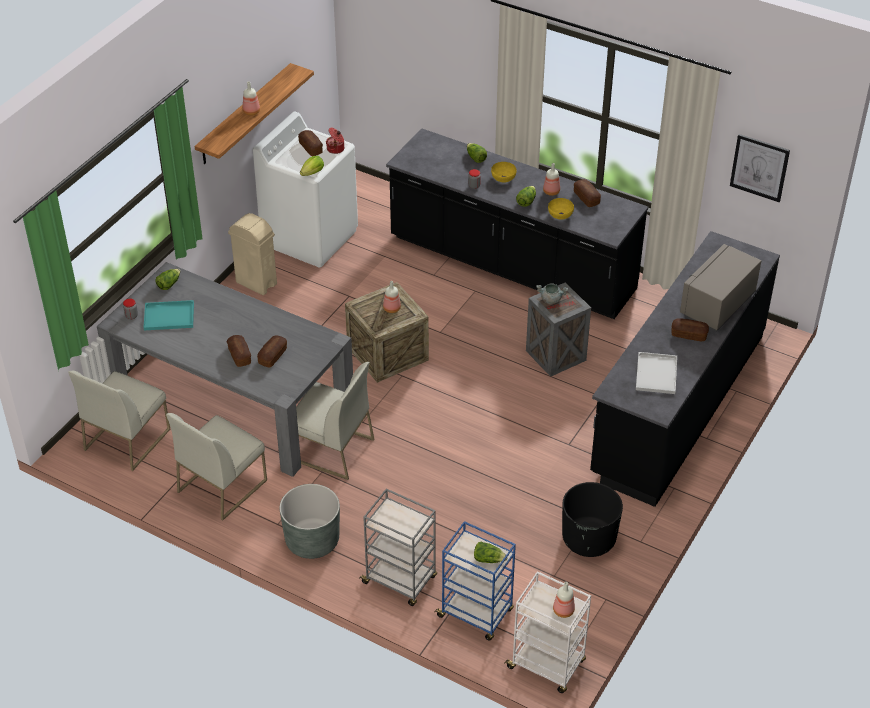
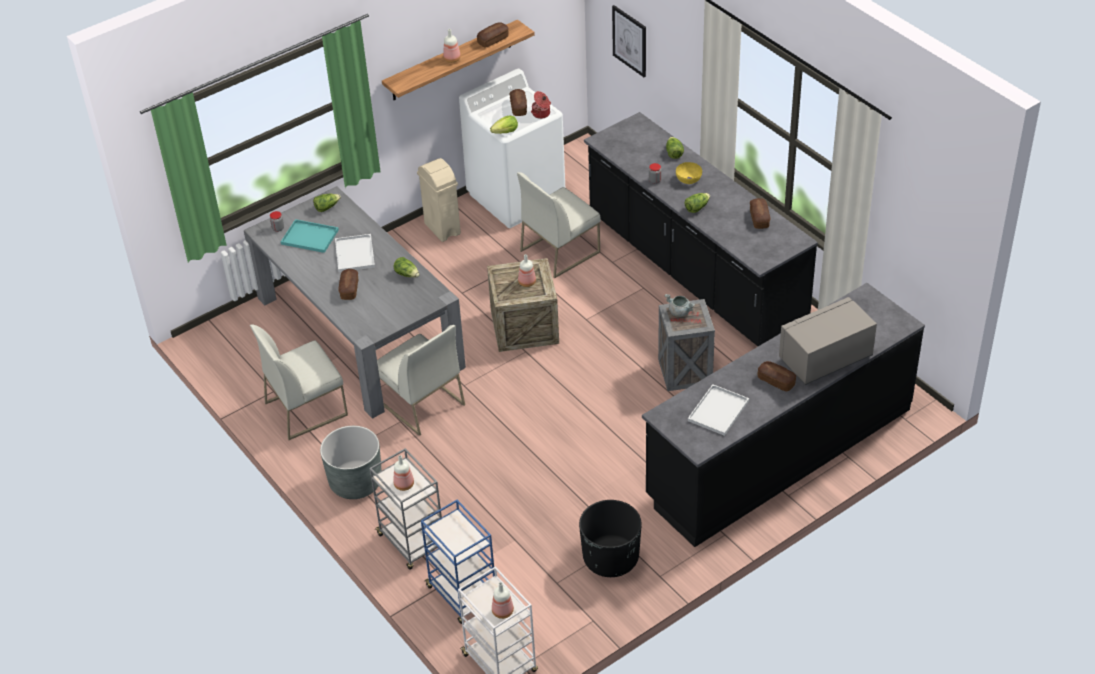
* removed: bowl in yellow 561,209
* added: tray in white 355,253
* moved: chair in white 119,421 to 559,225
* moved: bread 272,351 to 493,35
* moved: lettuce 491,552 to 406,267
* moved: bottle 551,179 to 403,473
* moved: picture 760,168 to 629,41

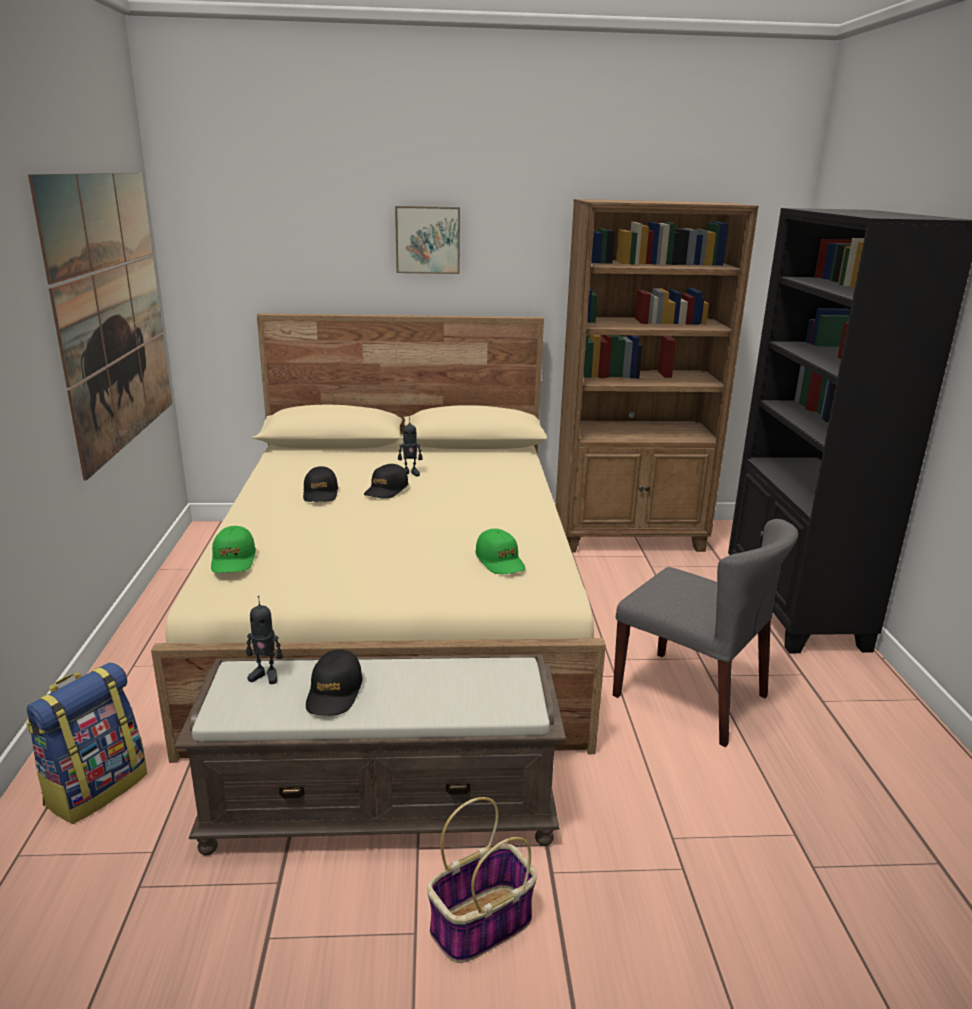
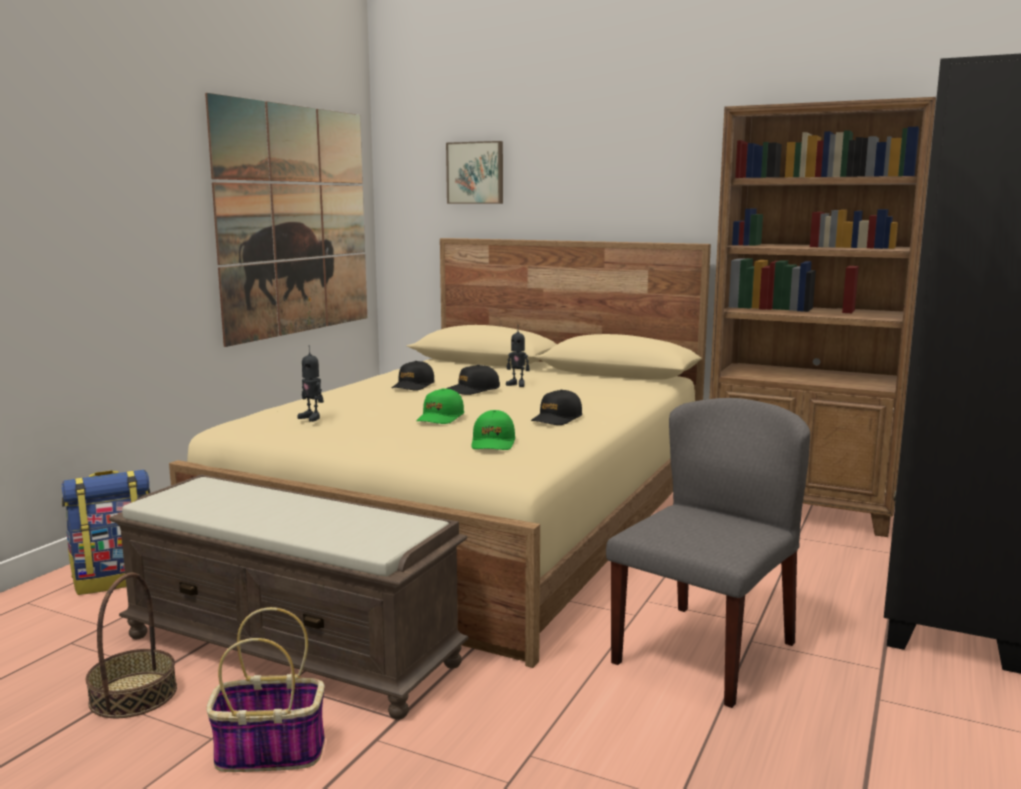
* added: basket 131,646
* moved: cap in green 233,549 to 440,406
* moved: toy robot 264,640 to 310,383
* moved: cap in black 334,682 to 556,407
* moved: picture 427,240 to 474,172
* turned: chair in grey 705,633 = 708,553 120 degrees counterclockwise

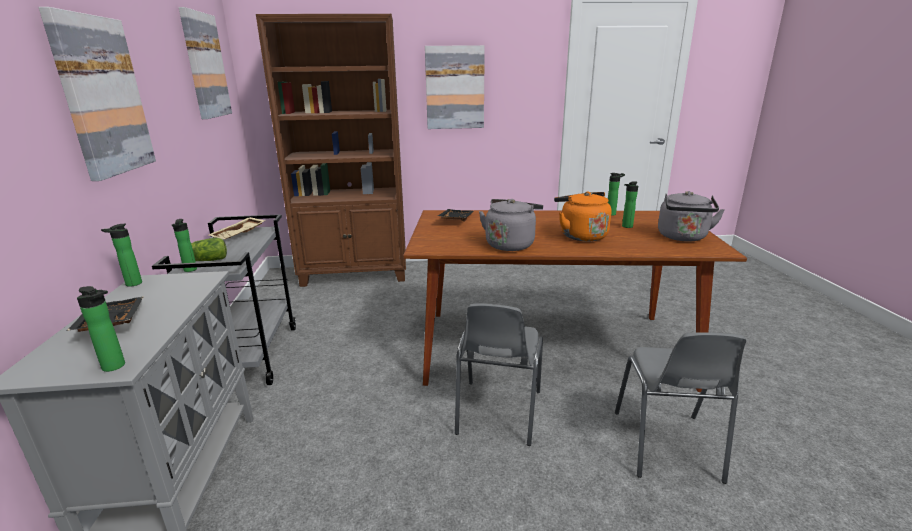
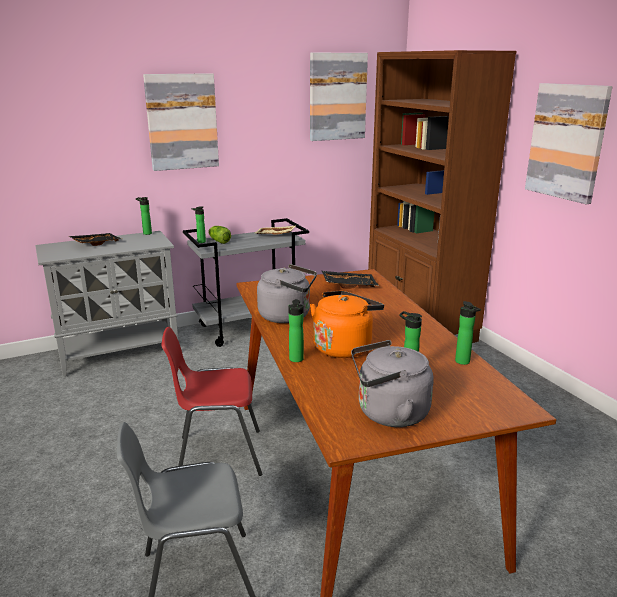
* moved: bottle 101,329 to 296,330
* recoloured: chair in grey 499,375 to chair in red 212,401

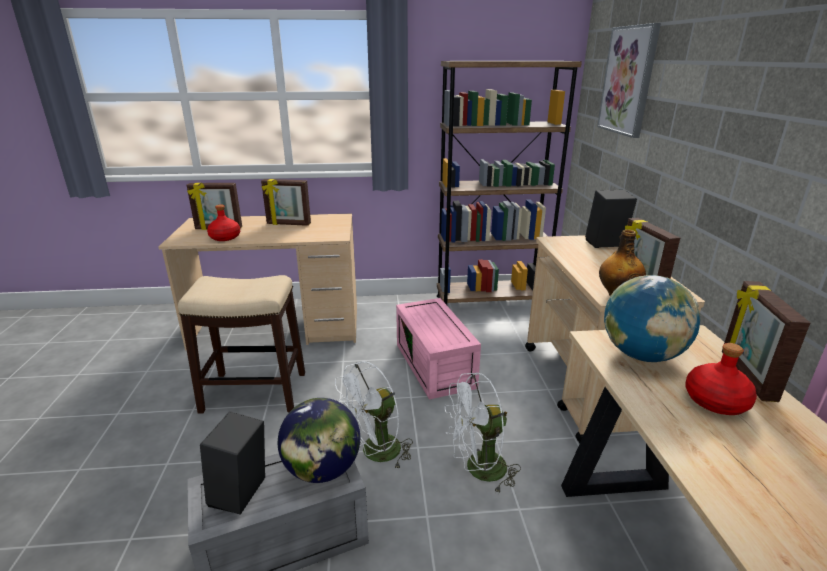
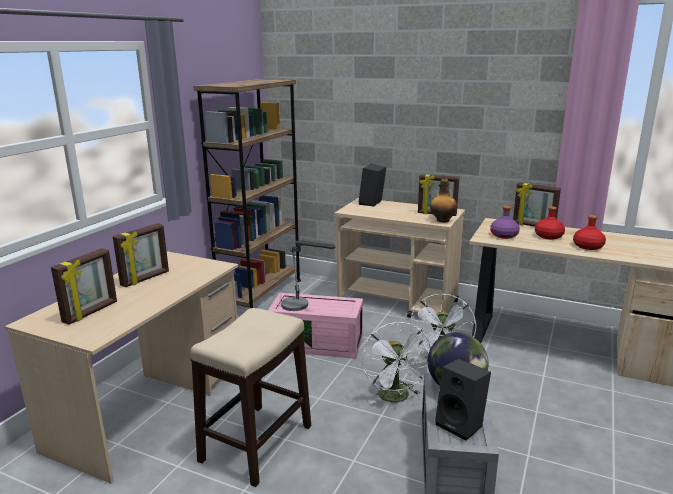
* removed: picture 629,80
* added: table lamp 308,275
* moved: bottle in red 223,223 to 589,232
* replaced: globe 652,318 to bottle in purple 505,222

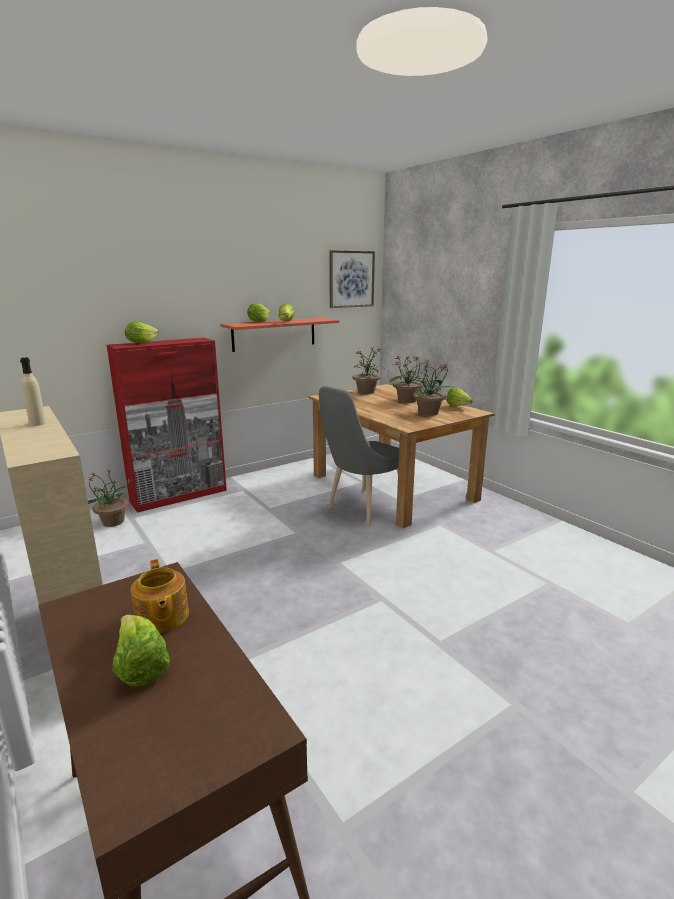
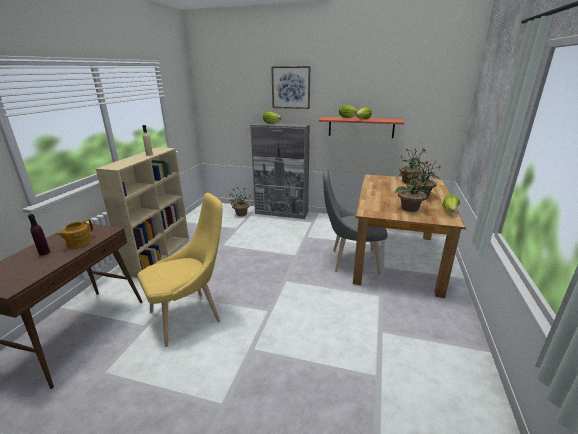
* added: chair in yellow 180,270
* moved: picture 352,279 to 290,87
* replaced: lettuce 141,651 to bottle in purple 39,234
* recoloured: cabinet in red 167,425 to cabinet in grey 280,170

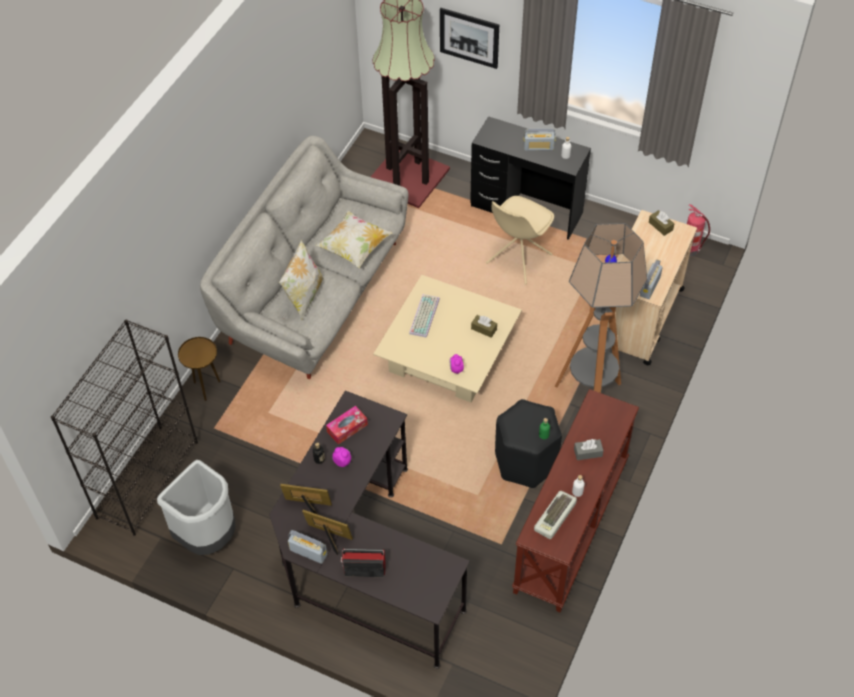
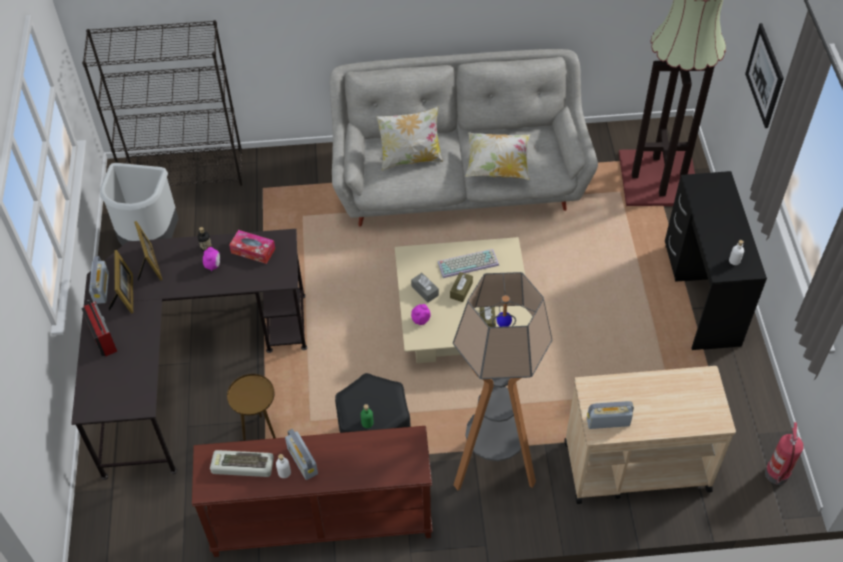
* removed: chair in beige 520,240
* moved: side table in brown 199,369 to 251,407
* moved: radio 540,140 to 301,454
* moved: tissue box in grey 589,449 to 425,287
* moved: tissue box in brown 661,223 to 461,287

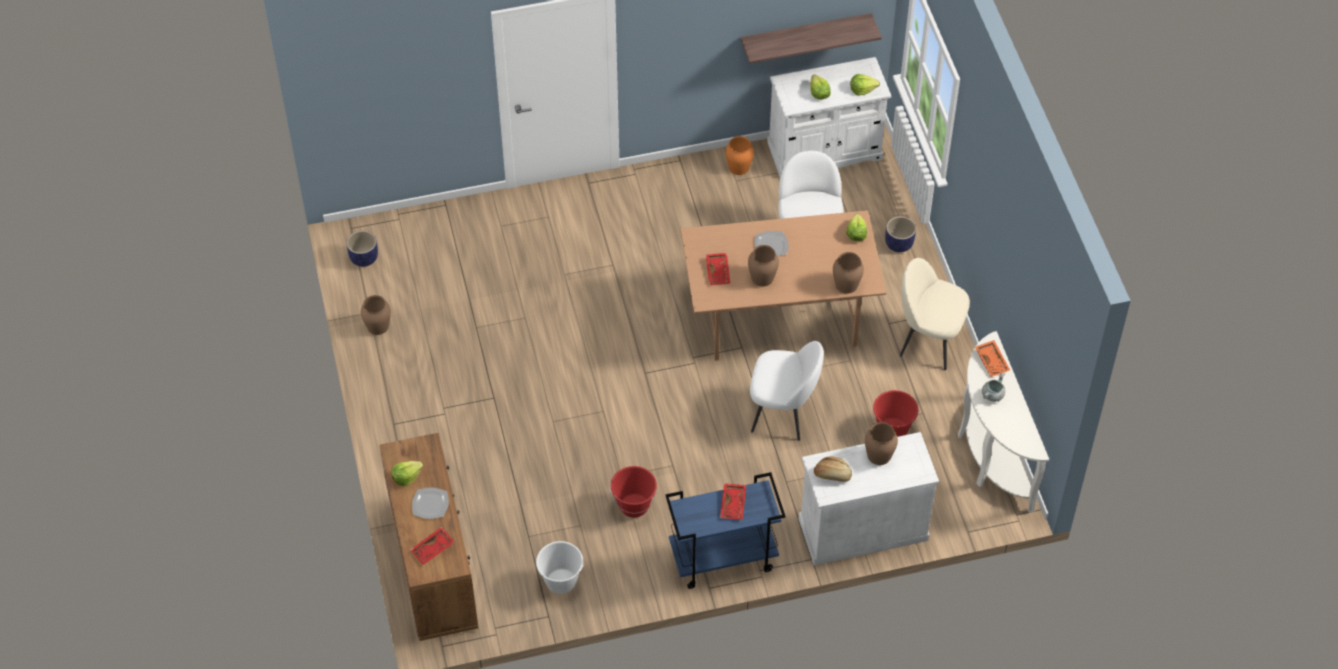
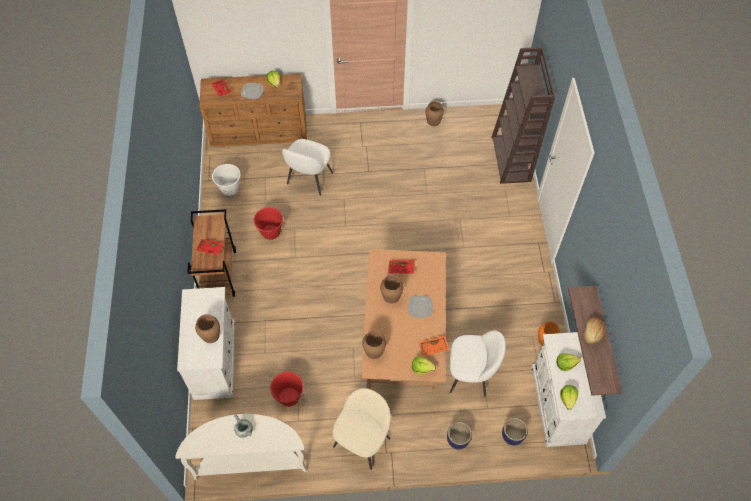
* added: bookcase in brown 523,115
* moved: planter 362,248 to 515,431
* moved: chair in white 787,391 to 307,167
* moved: bread 833,469 to 594,330
* moved: tray in orange 992,358 to 434,345
* recoloured: cart in blue 725,530 to cart in brown 212,253

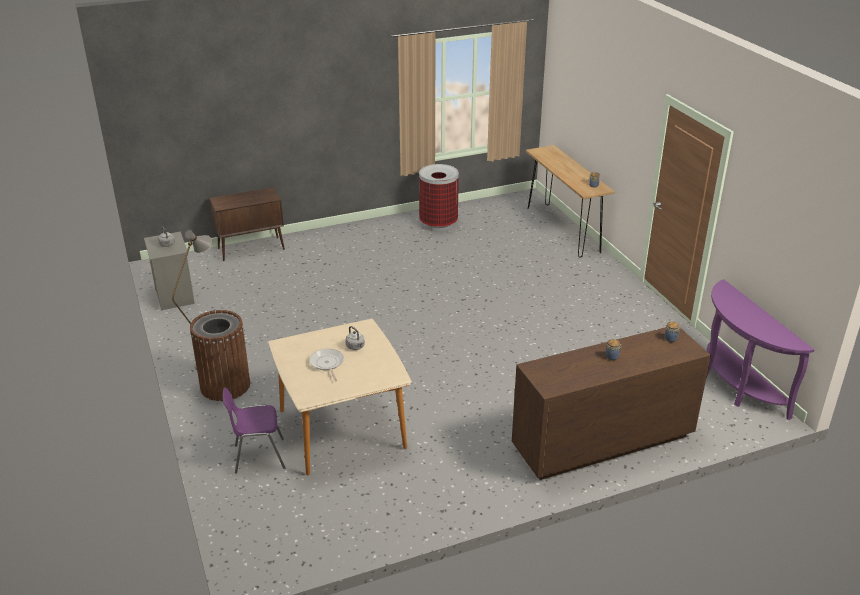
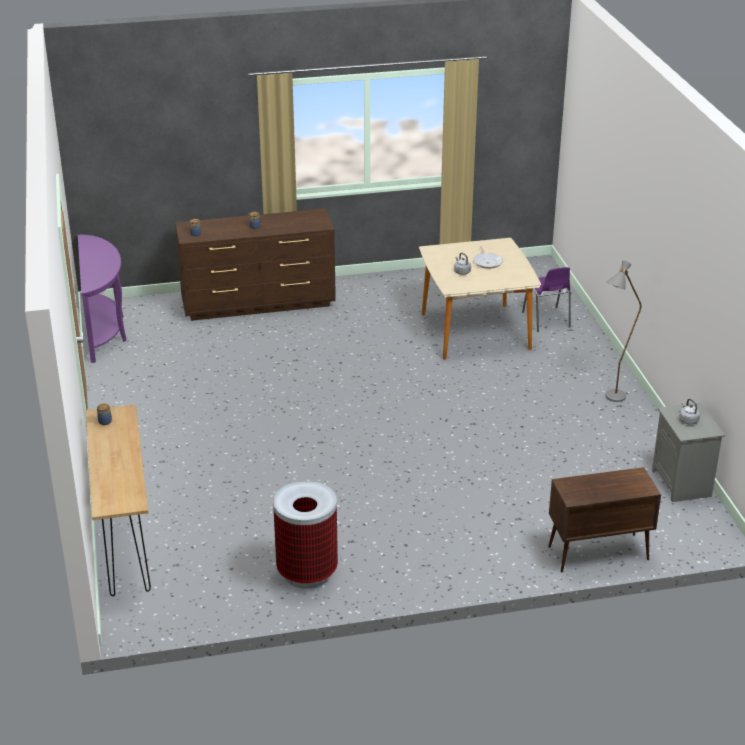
* removed: trash can in brown 220,355
* turned: chair in purple 254,430 = 546,299 75 degrees clockwise

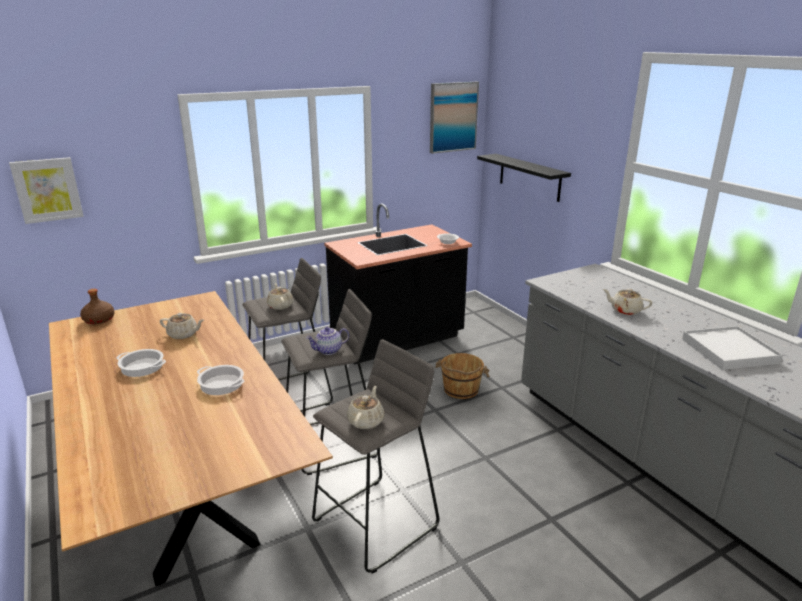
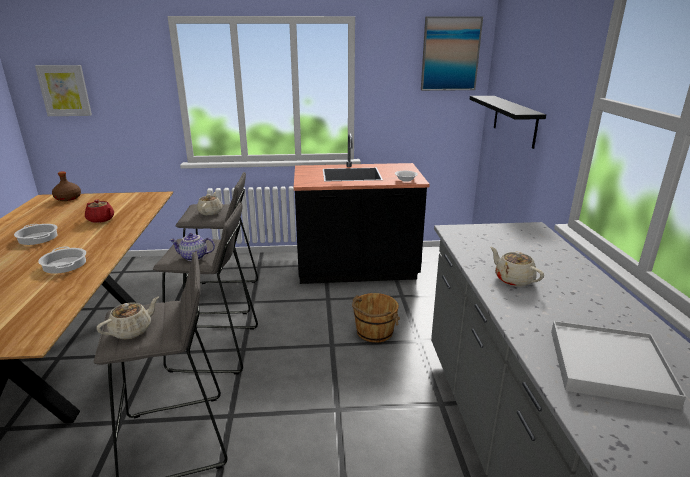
* recoloured: teapot in beige 182,326 to teapot in red 99,211

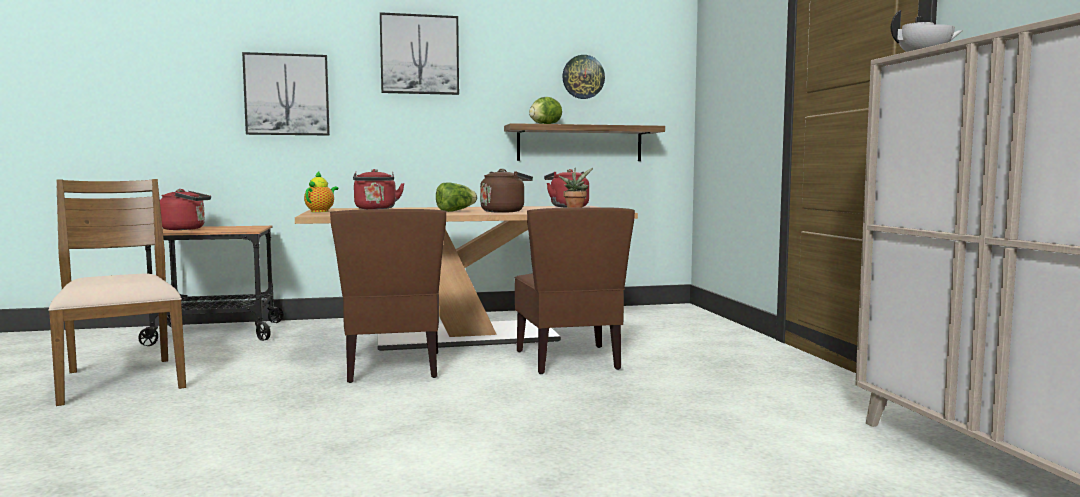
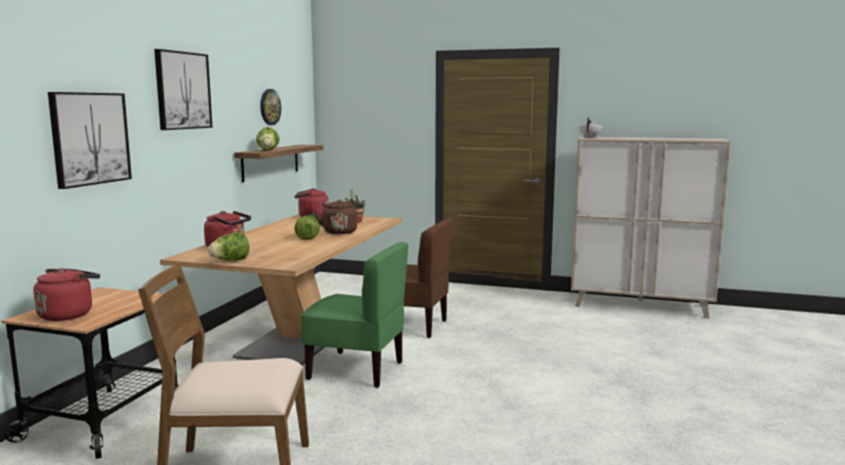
* replaced: teapot 321,191 to lettuce 228,246
* recoloured: chair in brown 388,296 to chair in green 354,315

